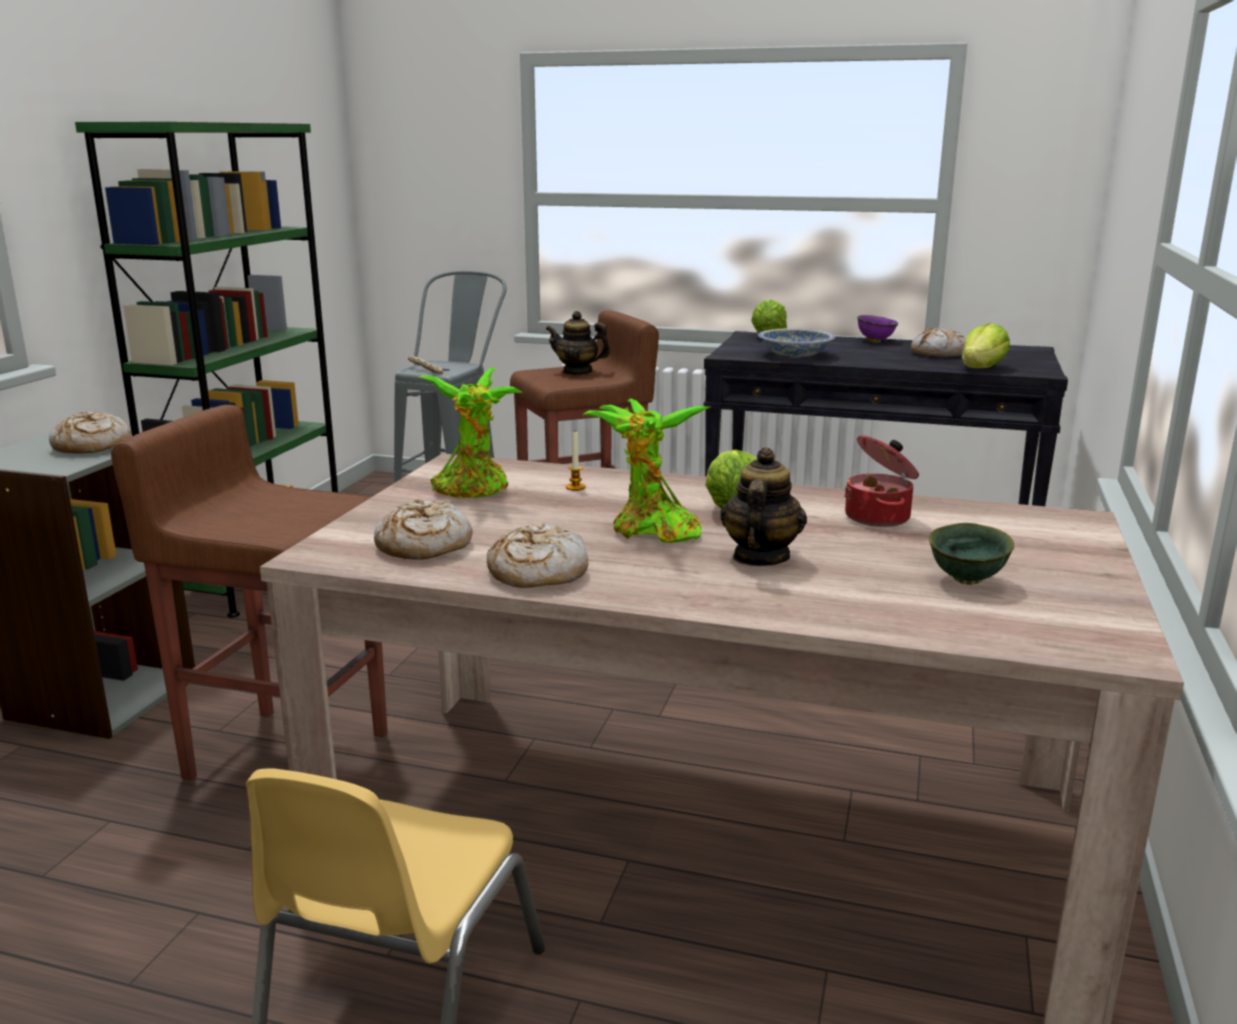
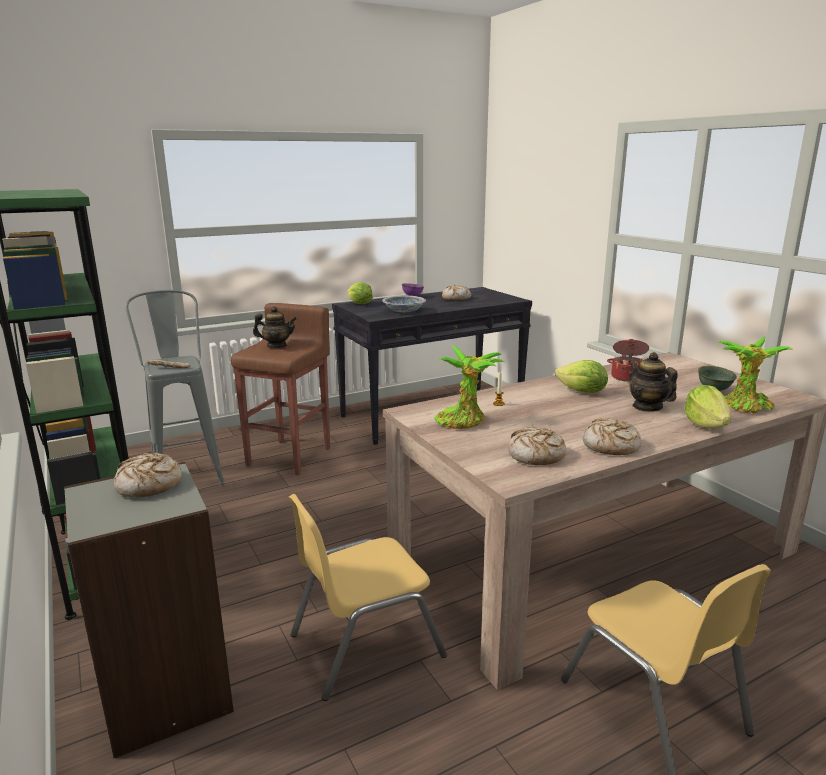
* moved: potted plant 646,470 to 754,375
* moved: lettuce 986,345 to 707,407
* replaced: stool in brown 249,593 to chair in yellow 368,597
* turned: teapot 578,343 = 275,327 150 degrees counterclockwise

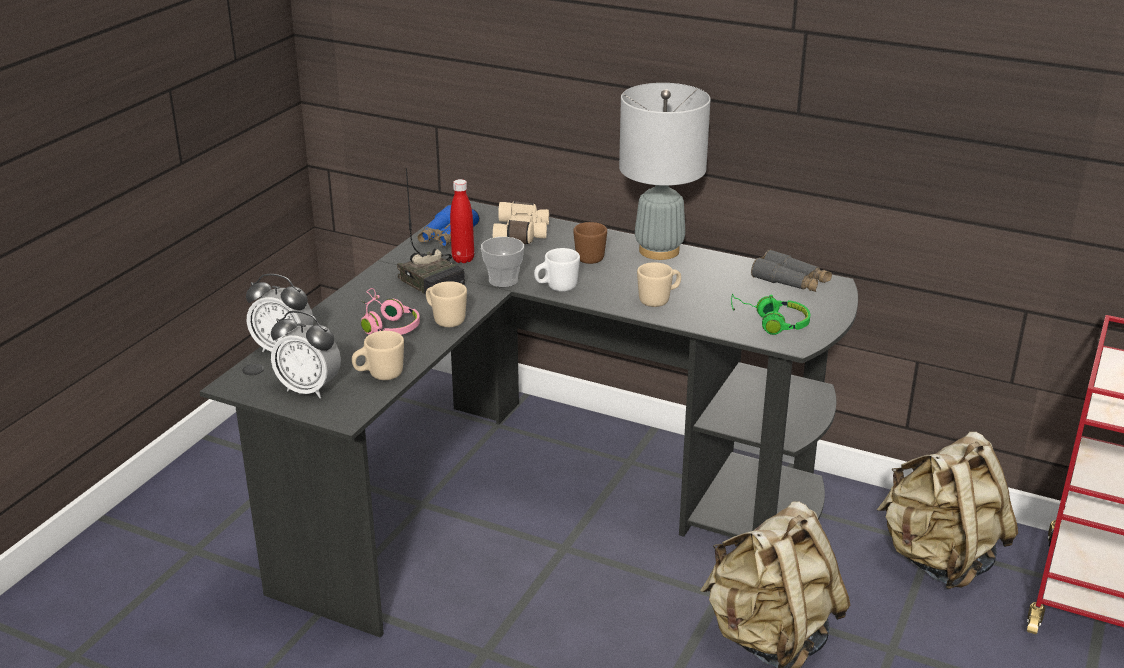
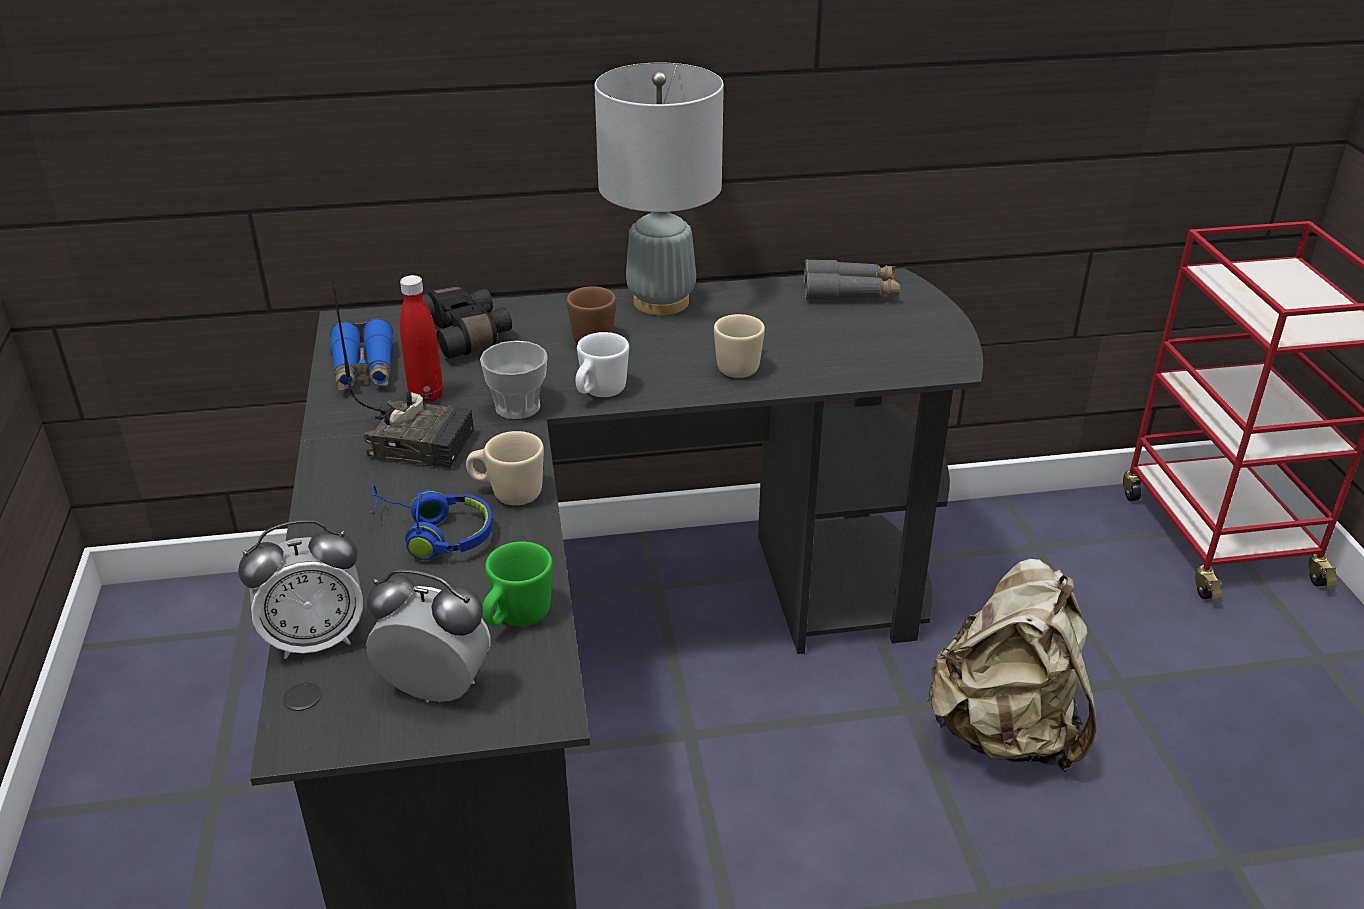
* removed: headphones in green 770,314
* removed: backpack in beige 947,510
* recoloured: mug in beige 378,355 to mug in green 518,584
* recoloured: headphones in pink 390,311 to headphones in blue 431,522
* recoloured: binoculars in beige 521,222 to binoculars in black 467,322
* turned: alarm clock 306,354 = 428,635 150 degrees counterclockwise

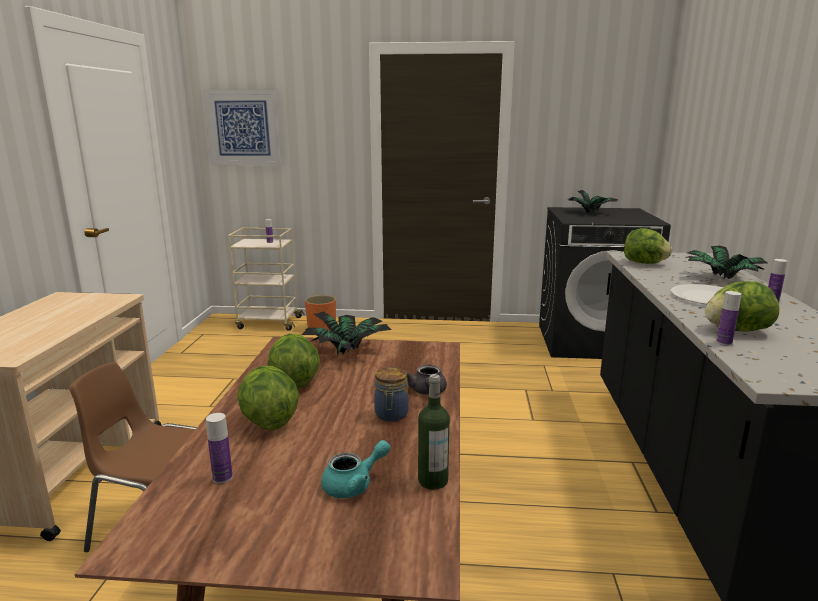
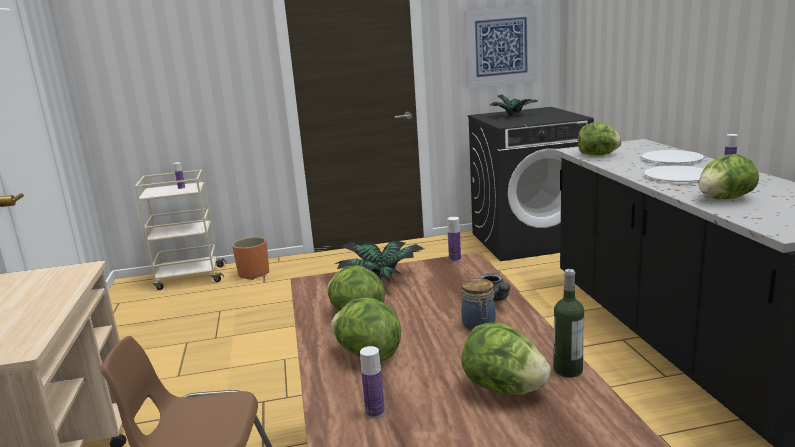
* moved: picture 242,127 to 500,46
* moved: bottle 728,318 to 454,239
* replaced: teapot in turquoise 356,469 to lettuce 506,359
* replaced: potted plant 727,262 to plate in white 673,157

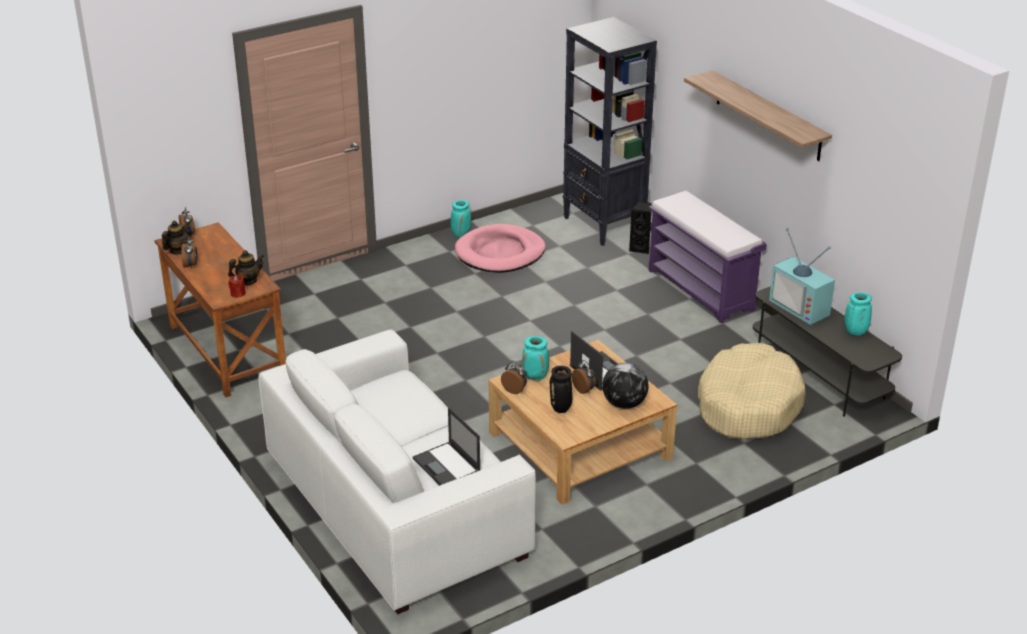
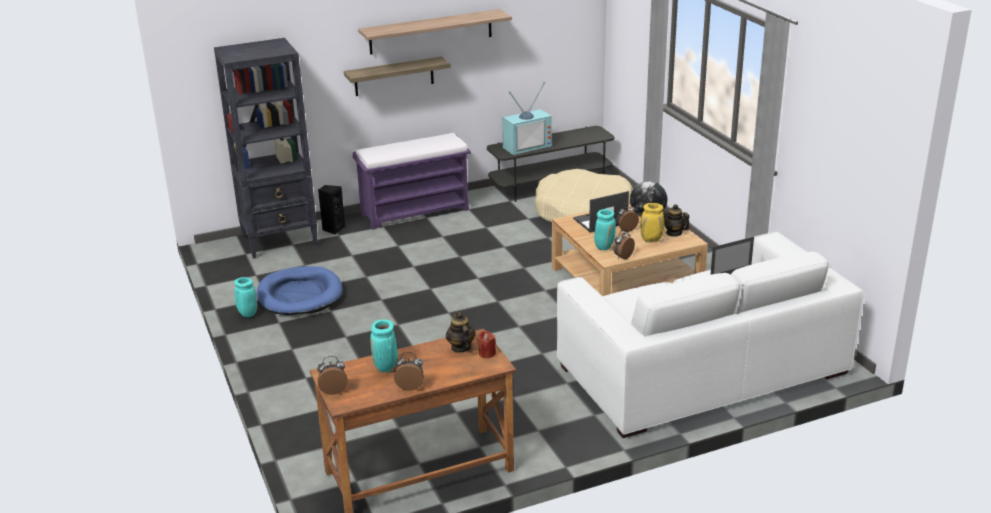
* added: shelf 397,76
* moved: teapot 175,237 to 676,220
* moved: vase in turquoise 858,314 to 384,345
* recoloured: dog bed in pink 500,248 to dog bed in blue 300,290
* recoloured: vase in black 561,389 to vase in yellow 652,222

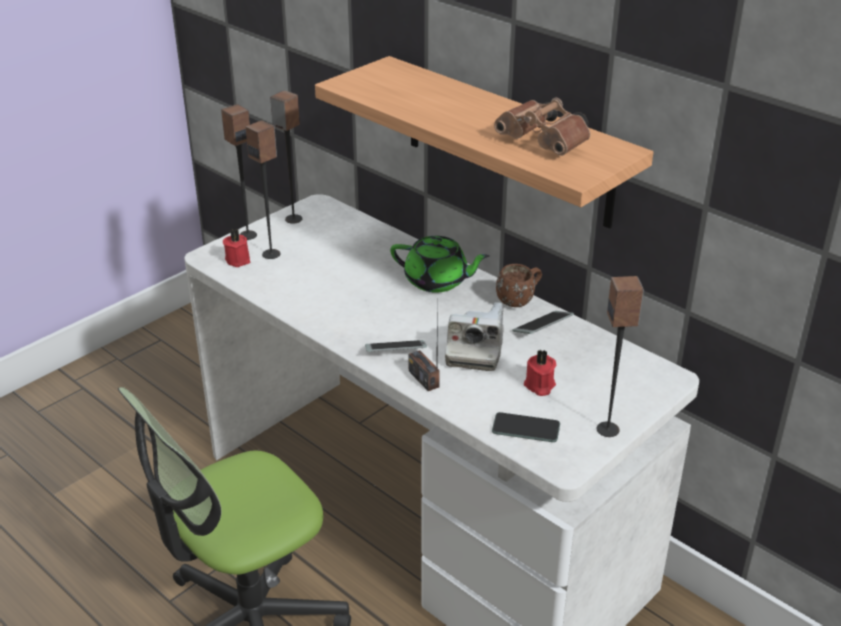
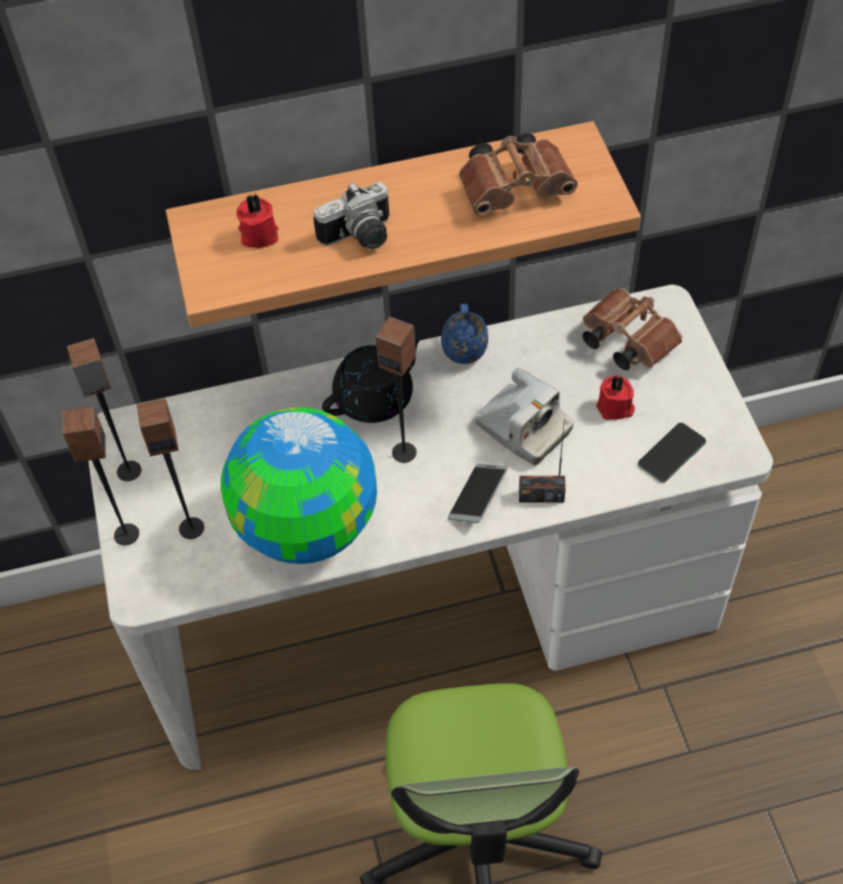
* removed: phone 543,322
* added: globe 299,485
* added: photo camera 351,216
* added: binoculars in brown 632,329
* moved: candle in red 237,248 to 257,221
* moved: speaker 620,356 to 396,390
* recoloured: teapot in green 439,264 to teapot in black 373,377
* recoloured: mug in brown 519,285 to mug in blue 464,334

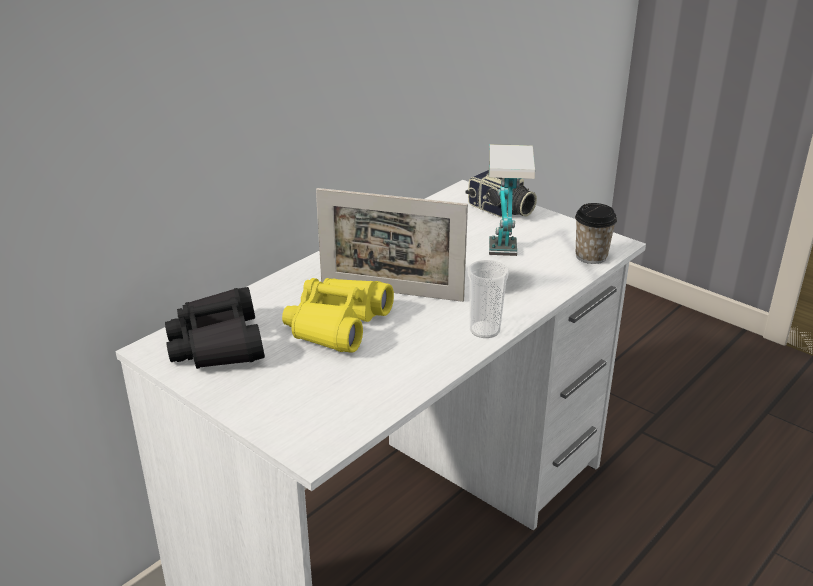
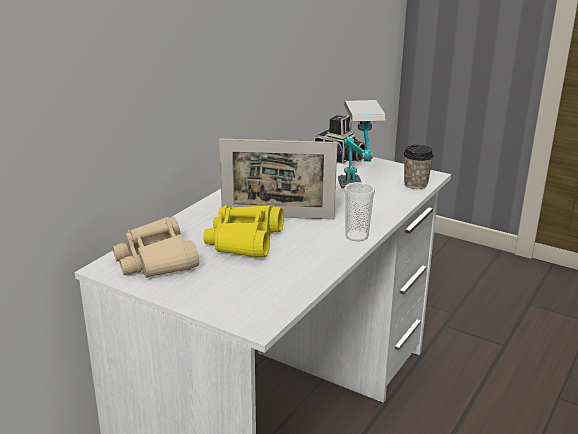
* recoloured: binoculars in black 215,328 to binoculars in beige 155,247

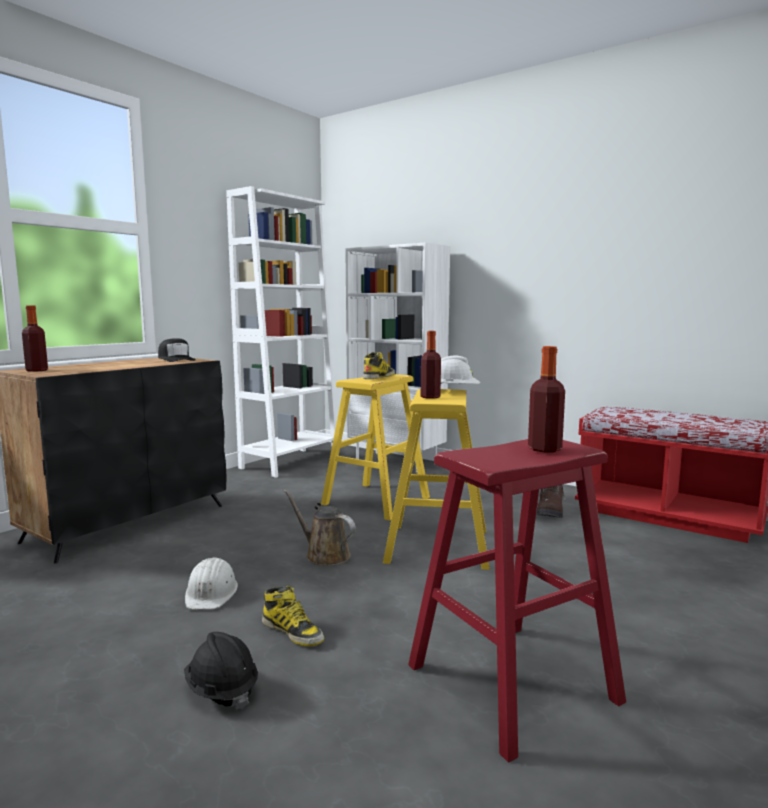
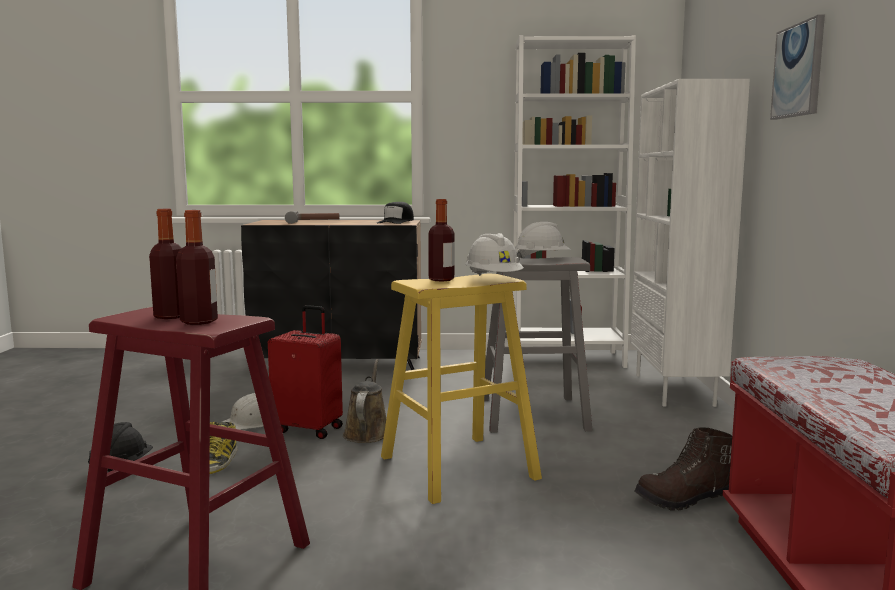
* added: suitcase in red 305,372
* added: hammer 312,217
* added: picture 797,67
* moved: bottle 35,338 to 165,264
* replaced: boot 379,365 to hard hat in white 543,241
* recoloured: stool in yellow 375,447 to stool in grey 538,345

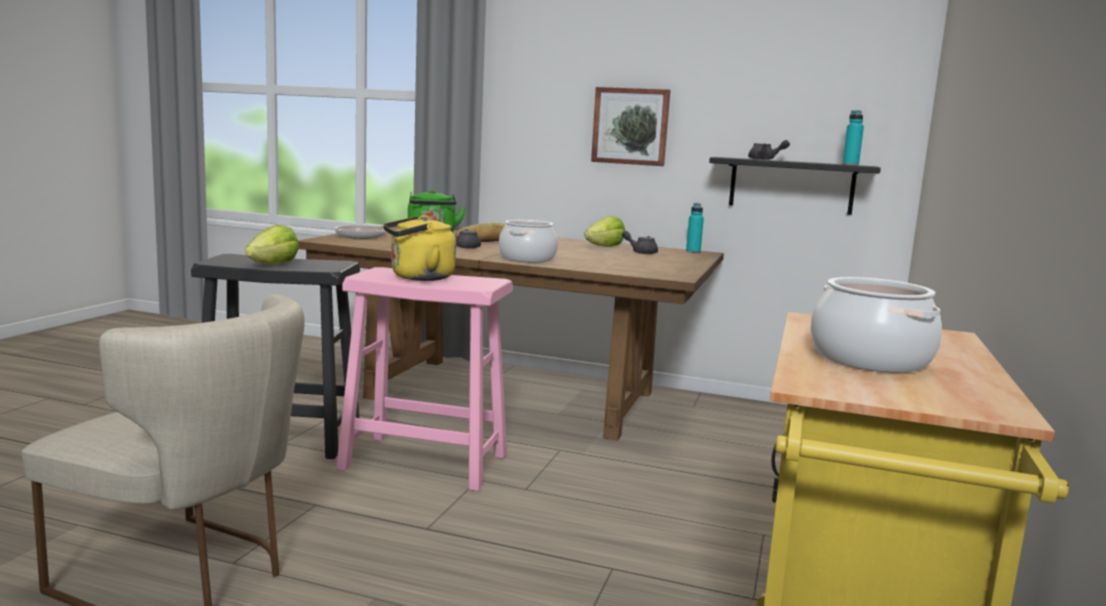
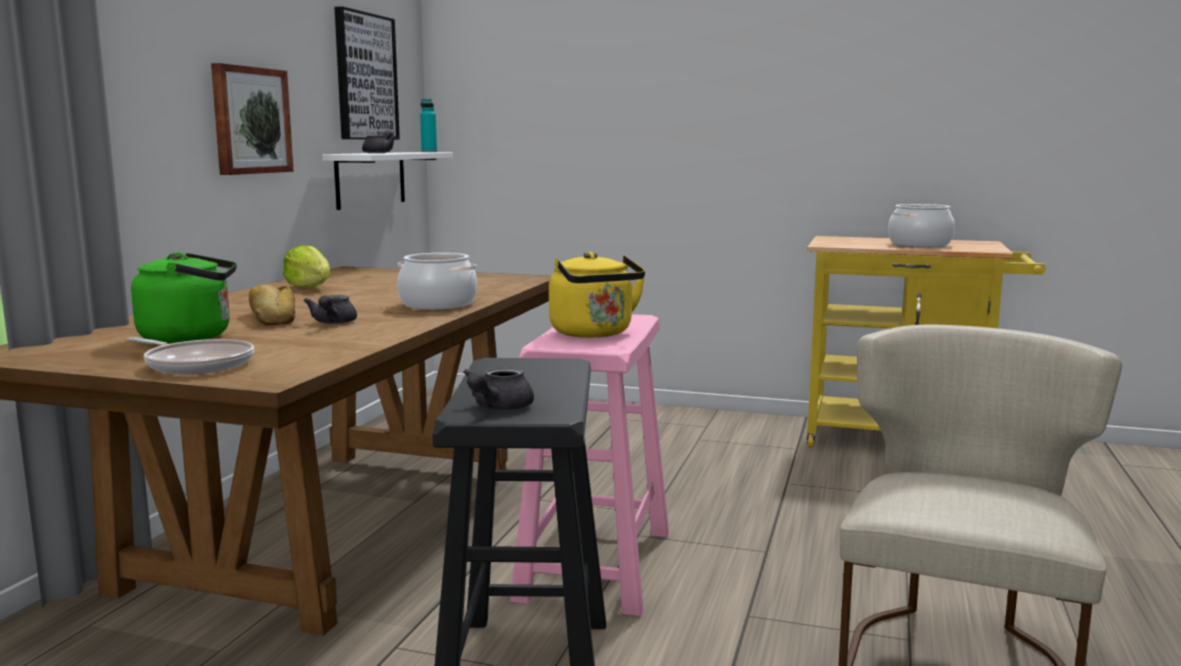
* removed: lettuce 272,244
* removed: bottle in turquoise 695,228
* added: picture 367,72
* moved: teapot in grey 640,242 to 498,389
* recoloured: shelf in black 795,186 to shelf in white 387,181

